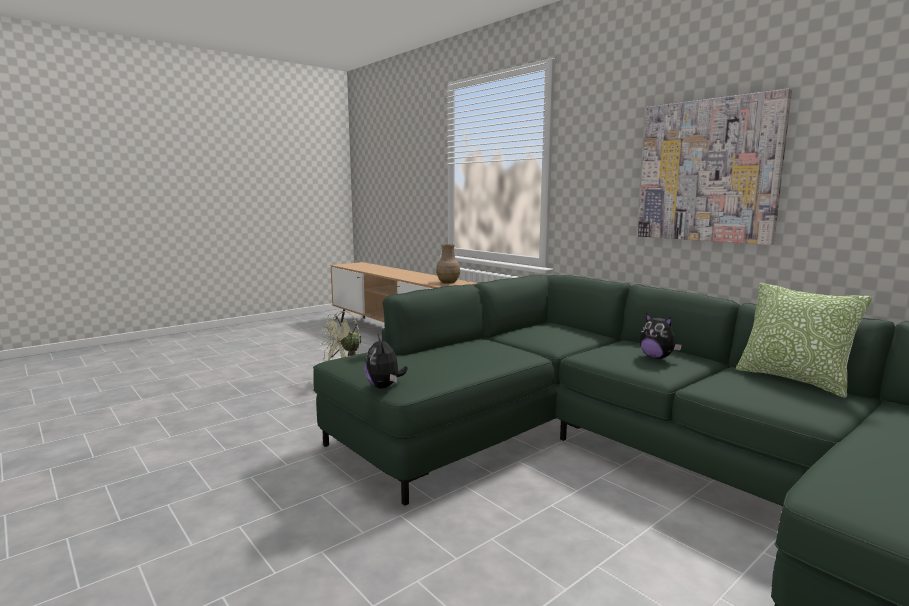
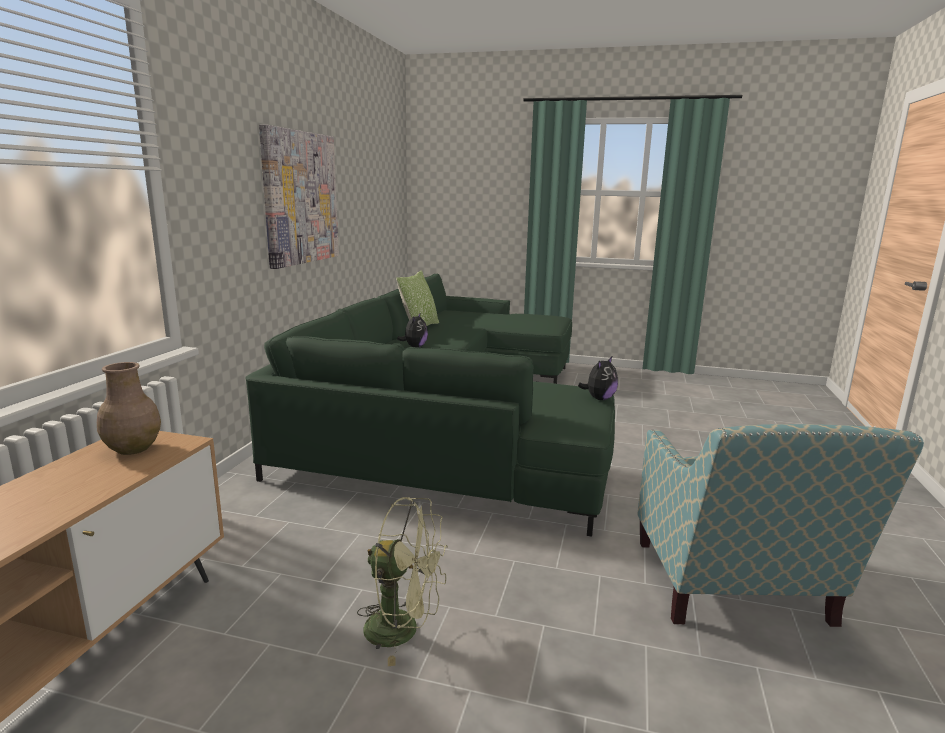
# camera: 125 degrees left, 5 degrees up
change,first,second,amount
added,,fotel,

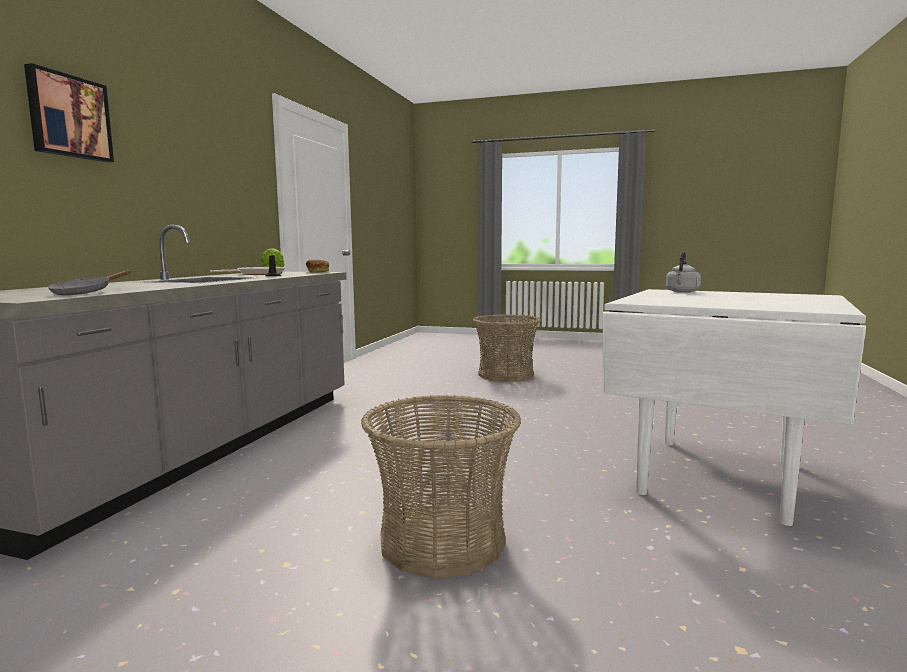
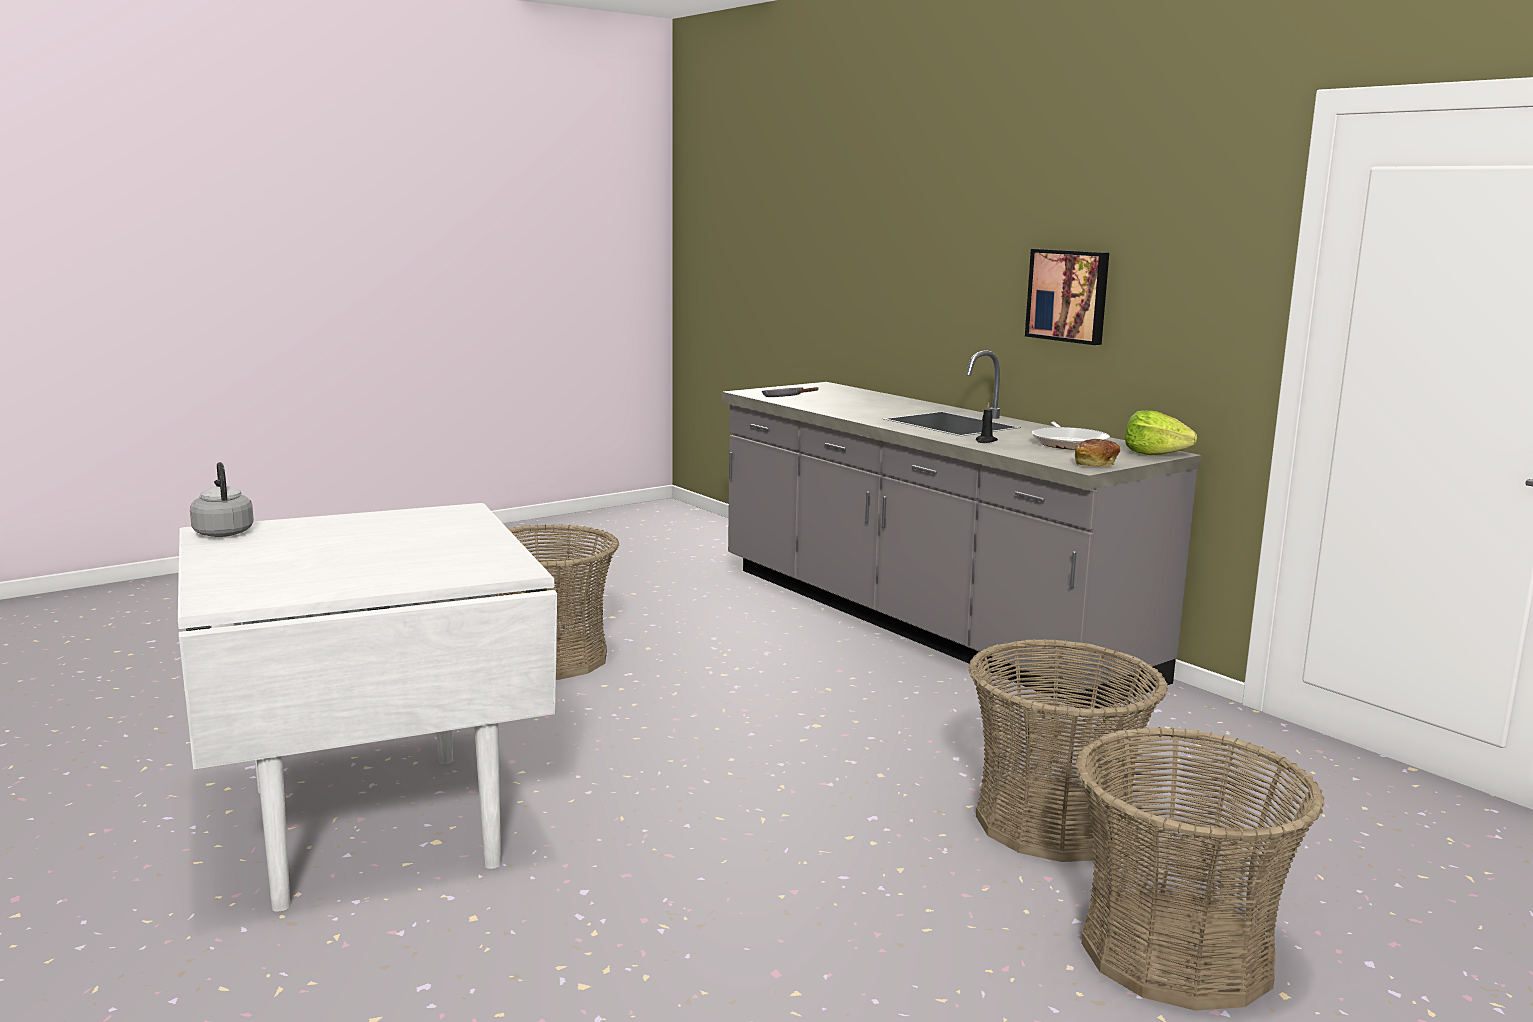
# camera: 125 degrees right, 5 degrees up
change,first,second,amount
moved,obraz,,
moved,czajnik (szary),,
added,,koszyk (2nd from left),

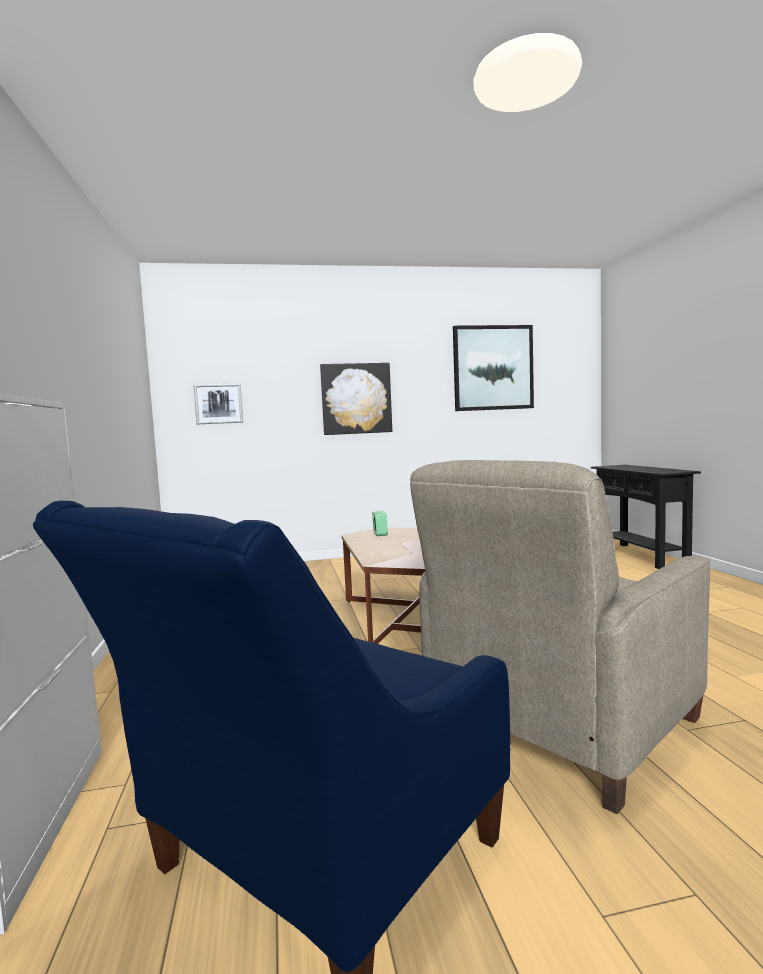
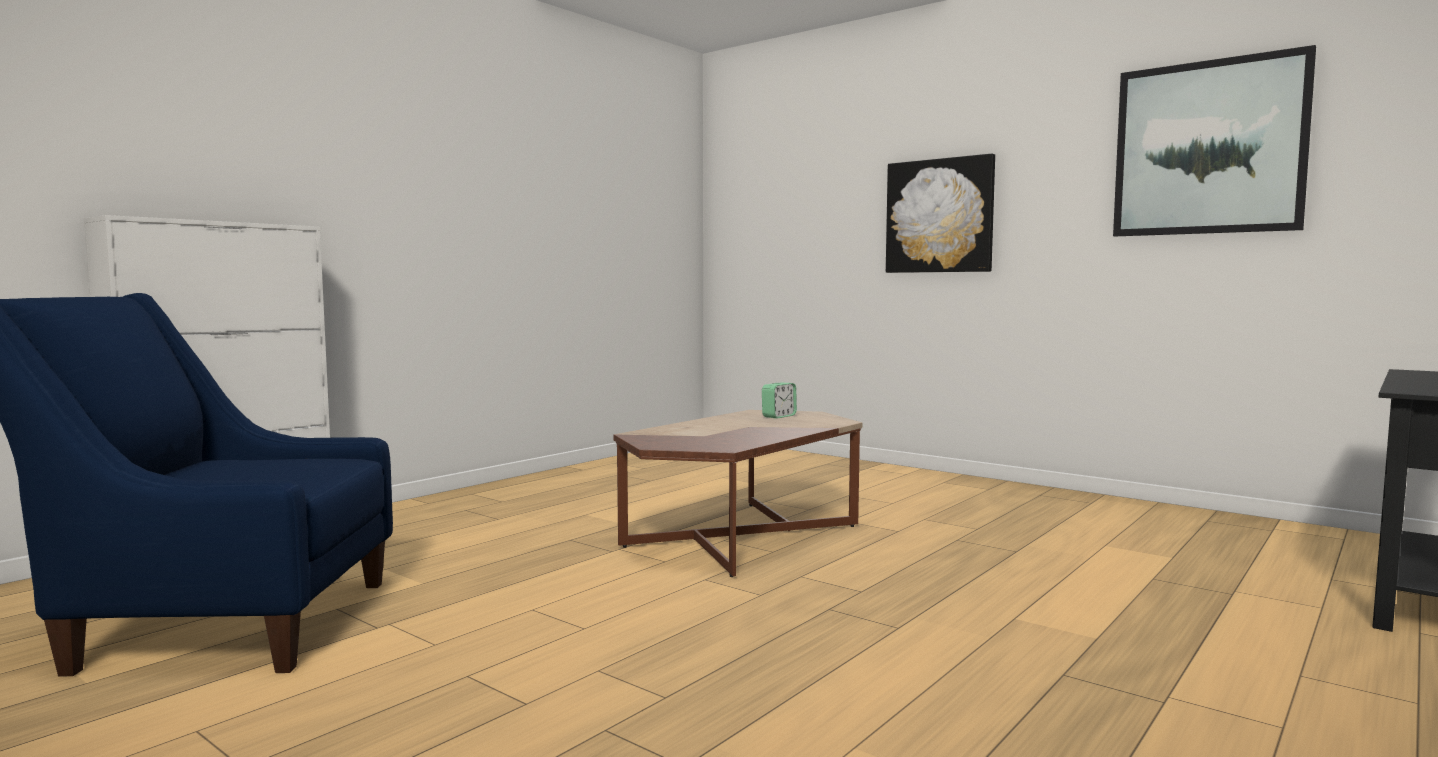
# camera: 50 degrees right, 0 degrees up
change,first,second,amount
removed,obraz (1st from left),,
removed,fotel (beżowy),,

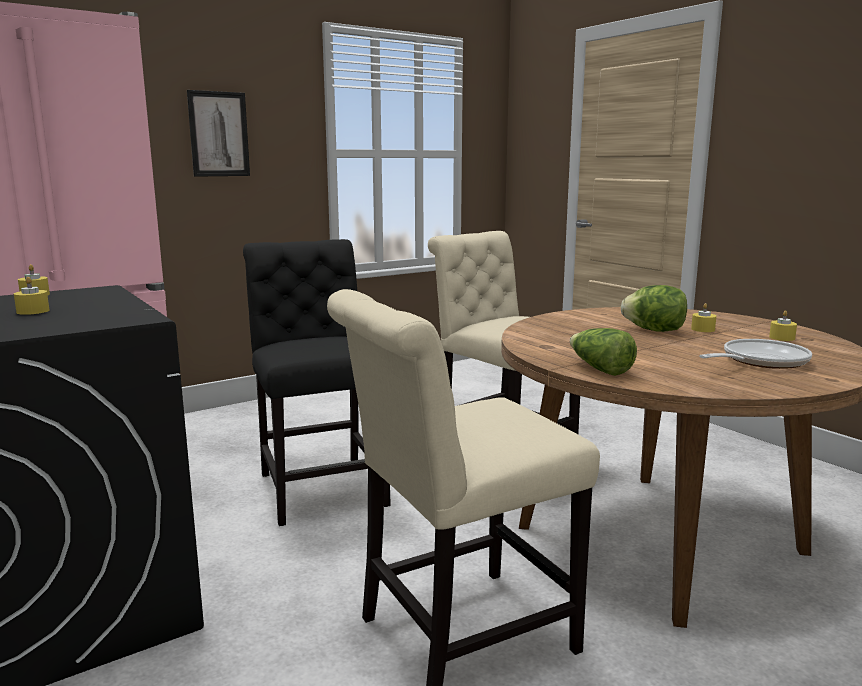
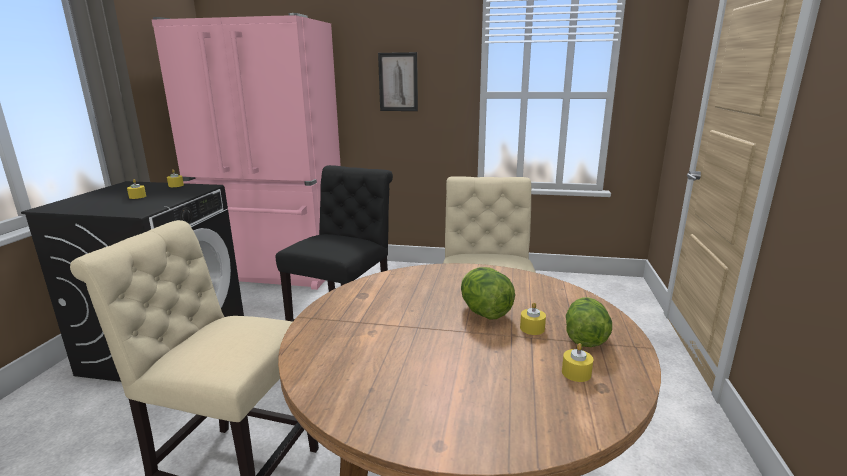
# camera: 45 degrees right, 5 degrees up
change,first,second,amount
moved,sałata (1st from left in the first image),sałata (2nd from left),
removed,patelnia,,

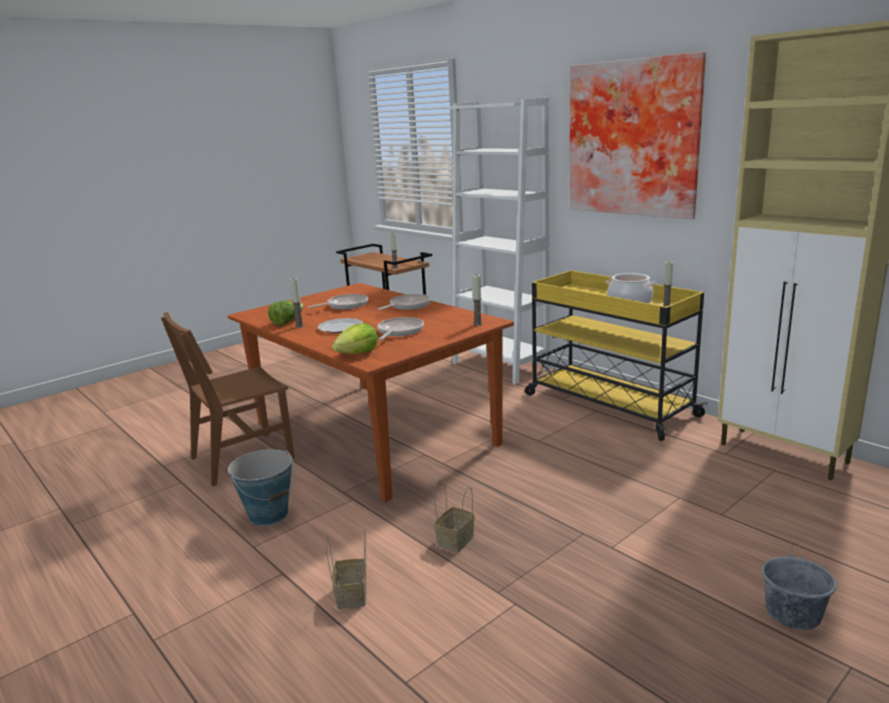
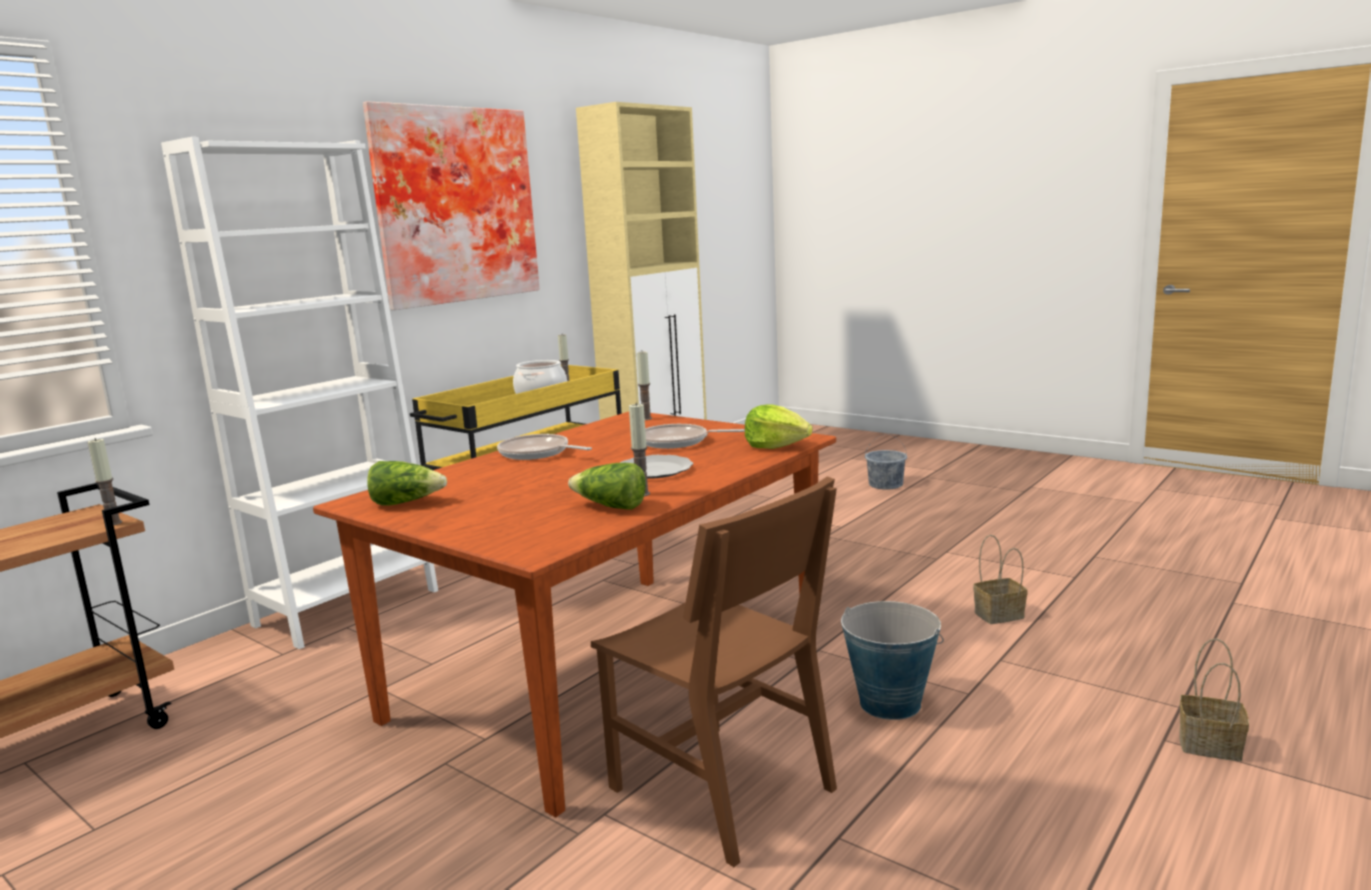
# camera: 100 degrees left, 5 degrees down
change,first,second,amount
removed,patelnia (1st from left),,
moved,koszyk (2nd from left),,
added,,sałata (1st from left),

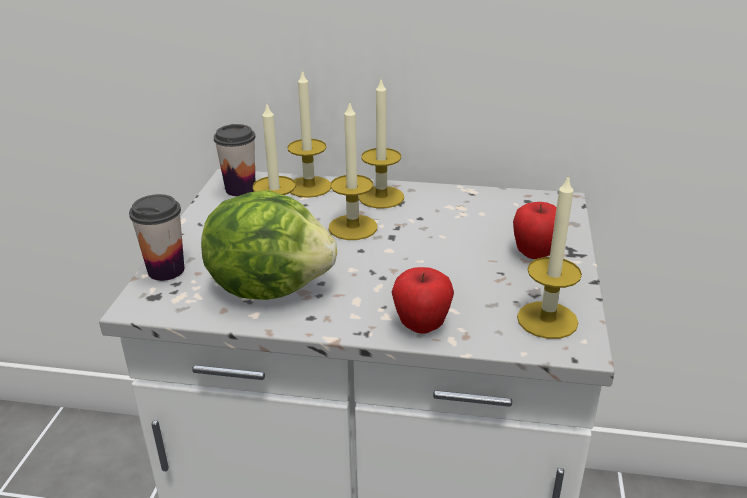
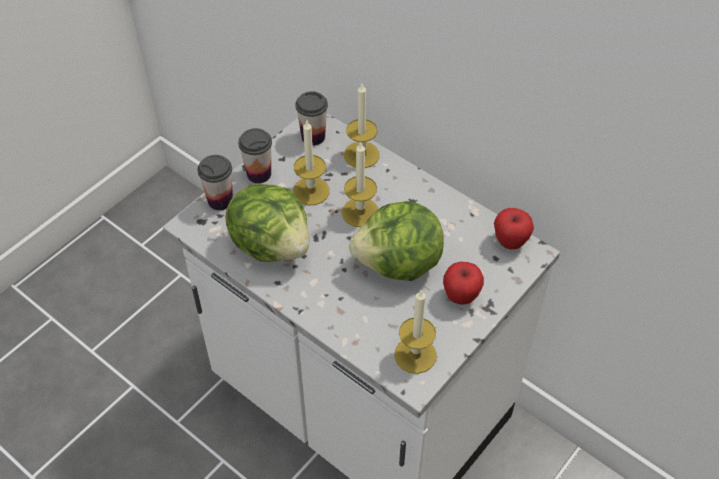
# camera: 30 degrees right, 20 degrees up
change,first,second,amount
removed,świeca (4th from left),,
moved,jabłko (1st from left in the first image),jabłko (2nd from left),
added,,filiżanka (2nd from left),
added,,sałata (2nd from left),

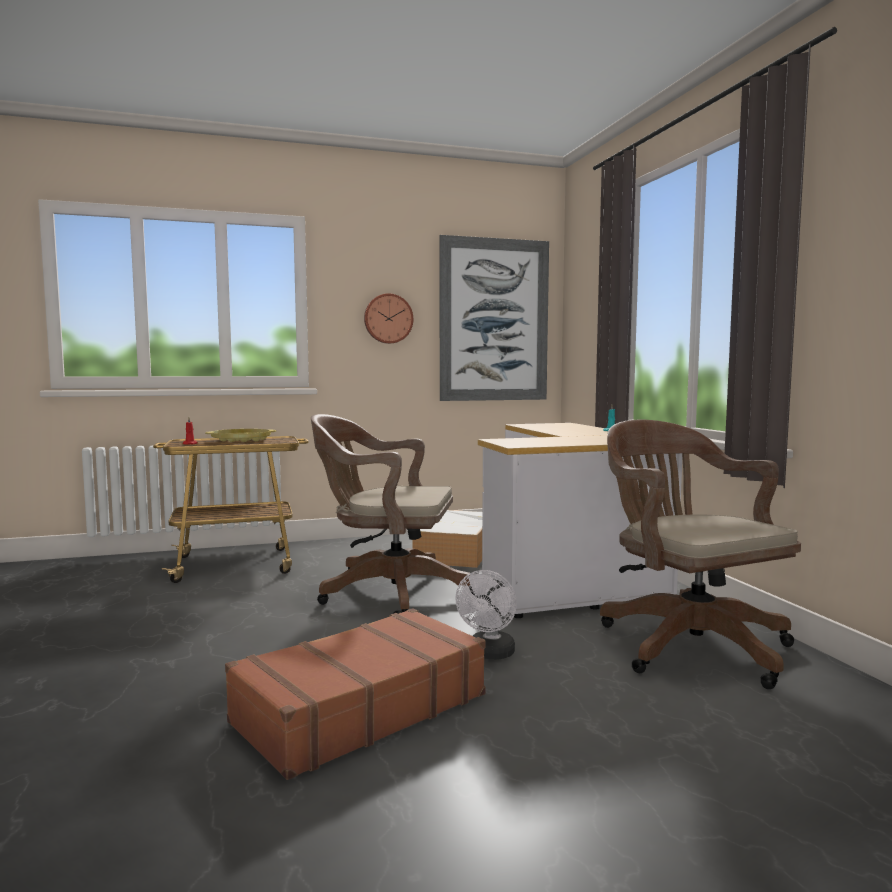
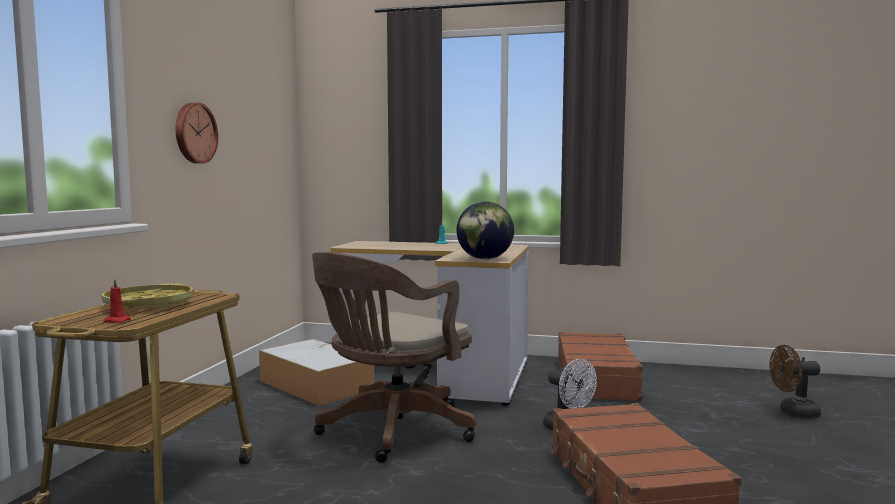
# camera: 60 degrees left, 0 degrees up
change,first,second,amount
removed,obraz,,
replaced,krzesło biurowe (brązowy) (2nd from left),walizka (brązowy) (1st from left),
added,,globus,
added,,wentylator (brązowy),

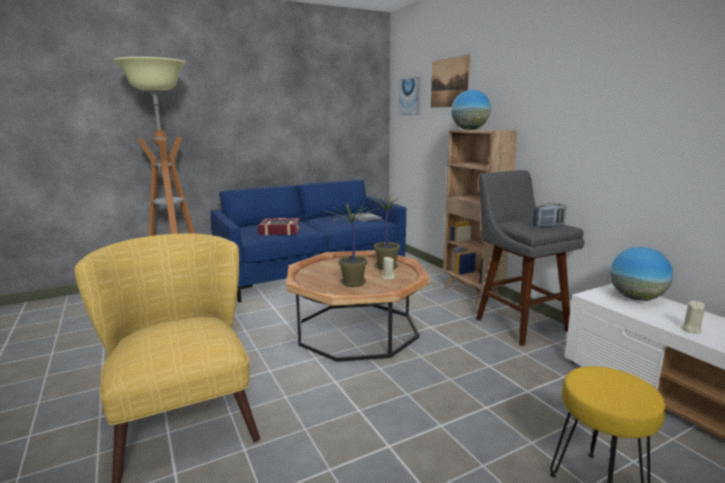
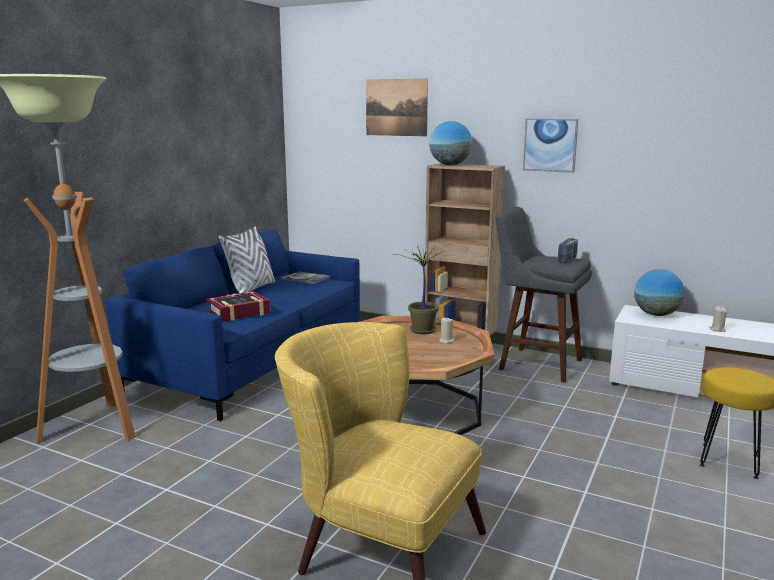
# camera: 35 degrees left, 0 degrees up
change,first,second,amount
moved,obraz (1st from left in the first image),obraz (2nd from left),
removed,roślina doniczkowa (1st from left),,
added,,poduszka (biały),

